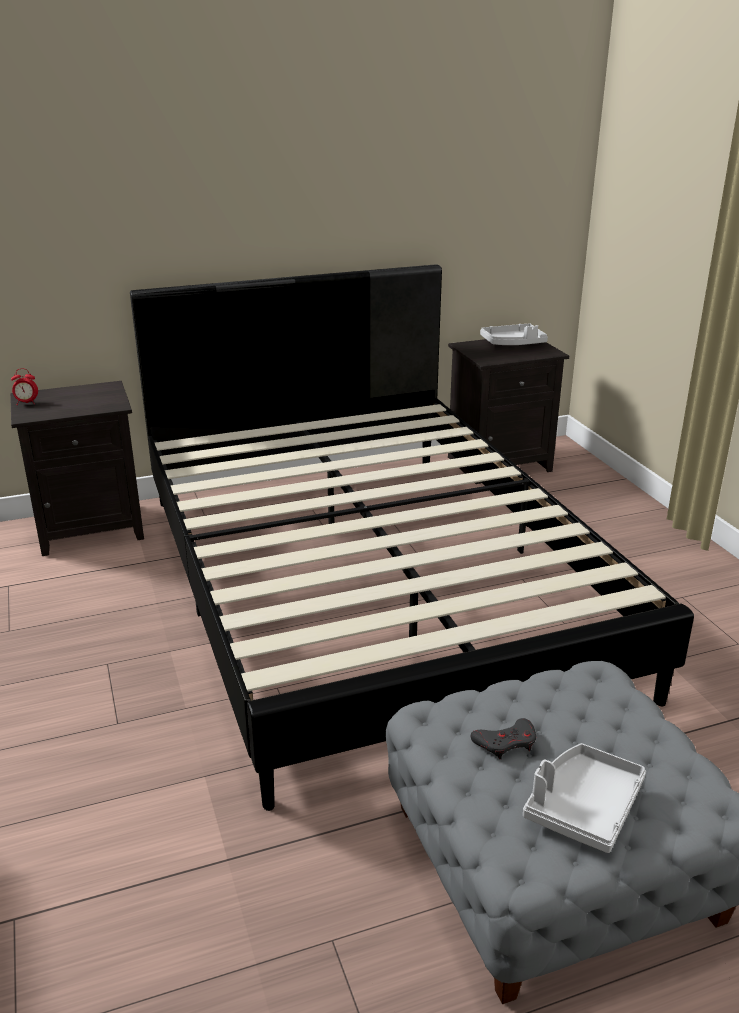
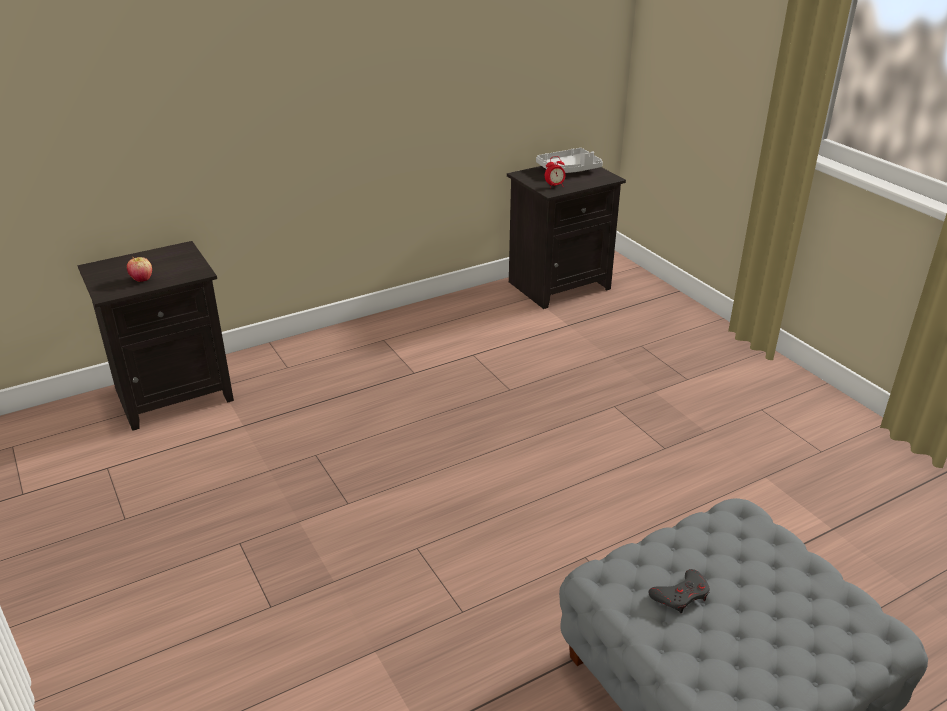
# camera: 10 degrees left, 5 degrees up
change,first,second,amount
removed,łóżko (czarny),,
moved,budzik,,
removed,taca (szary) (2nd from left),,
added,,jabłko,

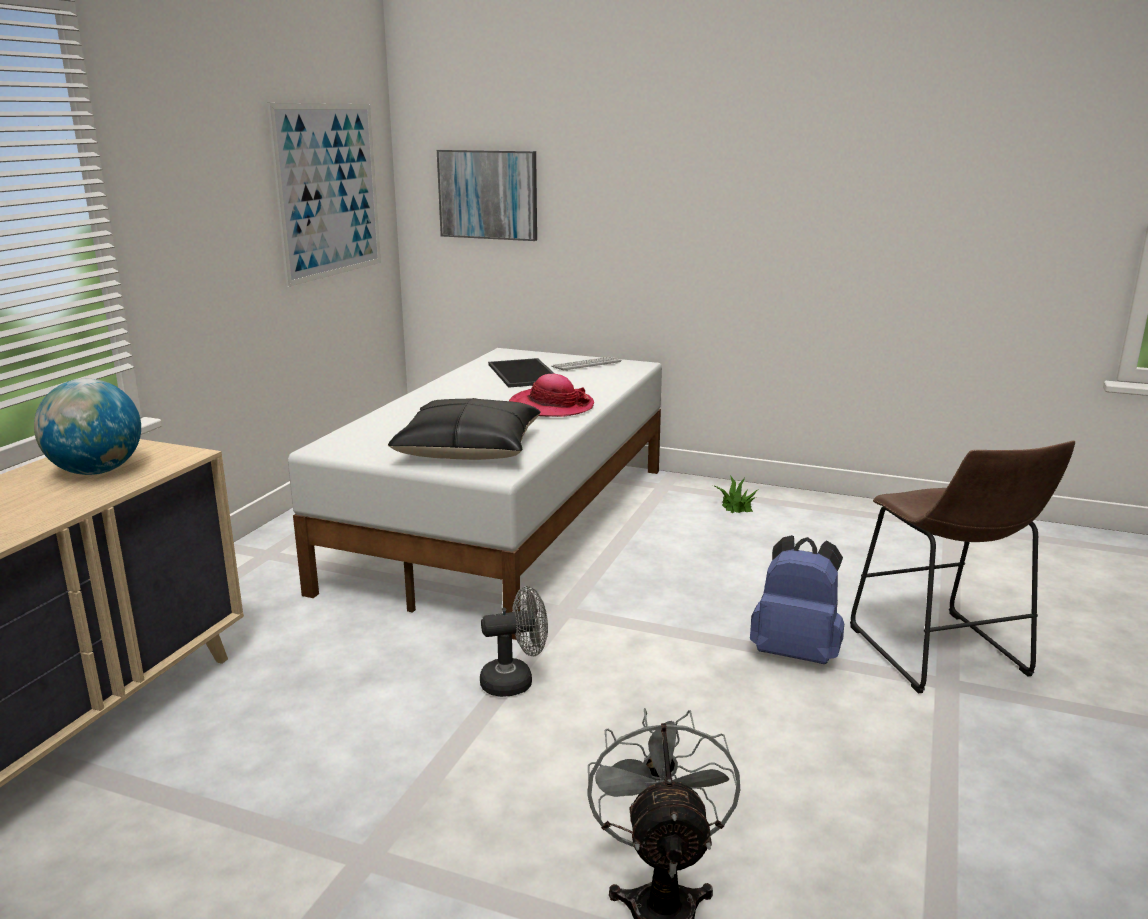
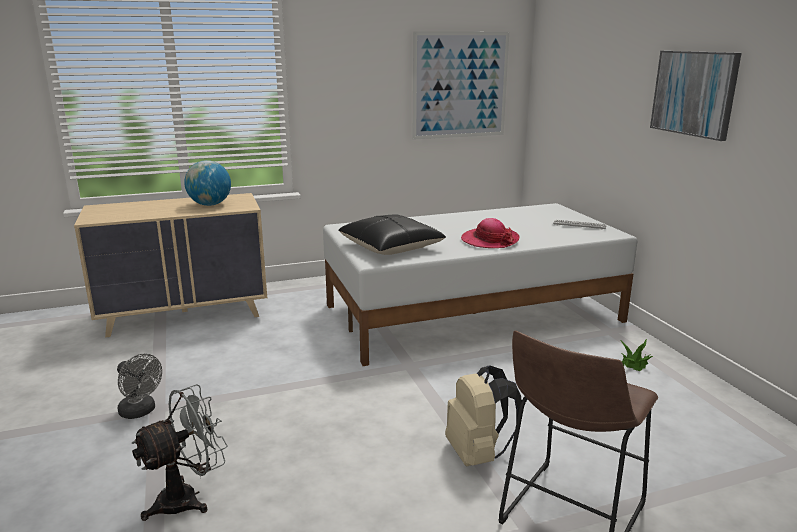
# camera: 50 degrees right, 0 degrees up
change,first,second,amount
moved,obraz (2nd from left),,
removed,taca,,
recoloured,plecak (niebieski),plecak (beżowy),
moved,wentylator (szary) (1st from left),,

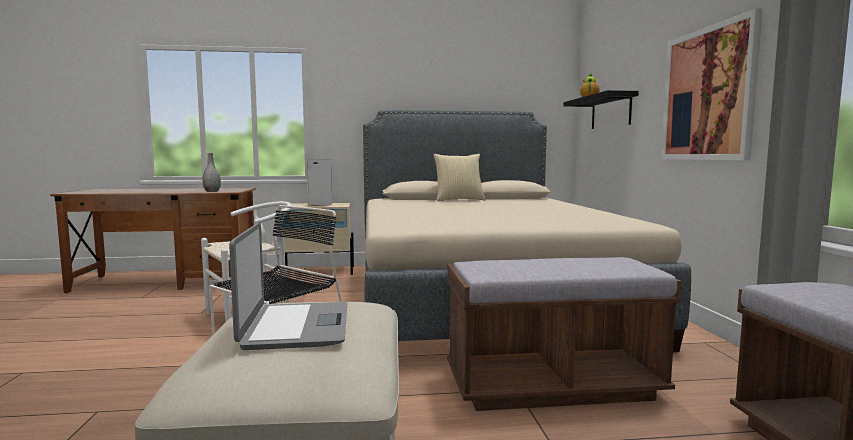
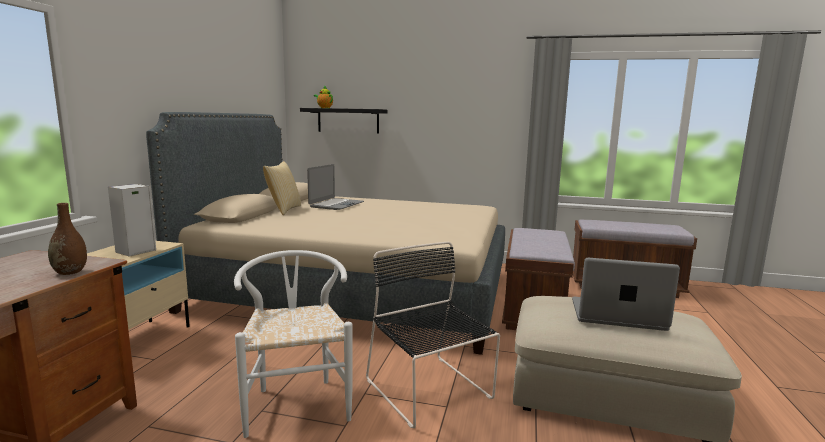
# camera: 70 degrees left, 5 degrees up
change,first,second,amount
removed,obraz,,
recoloured,wazon (szary),wazon (brązowy),
added,,laptop (1st from left),

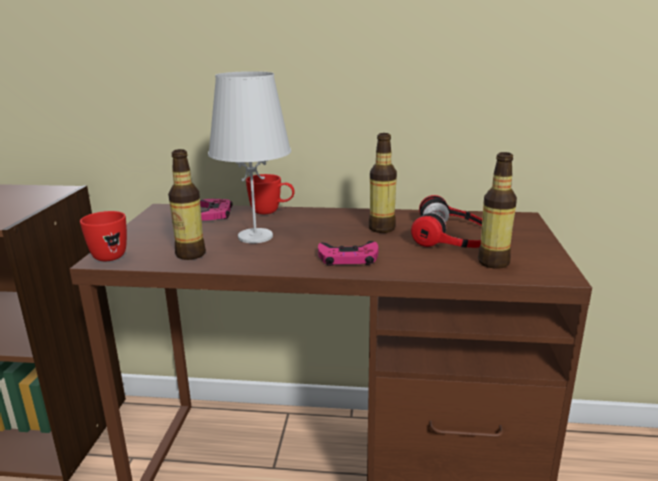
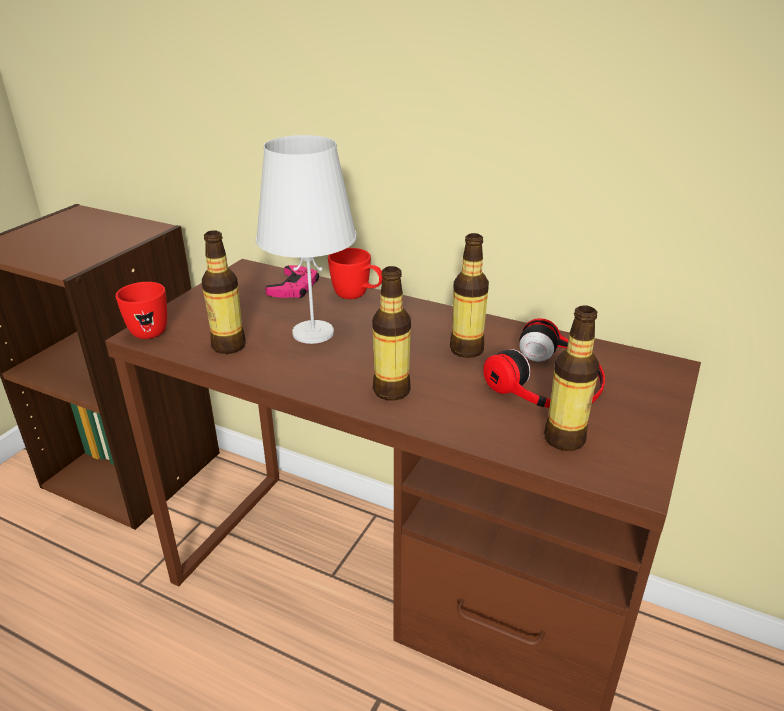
# camera: 20 degrees right, 10 degrees up
change,first,second,amount
replaced,pad do gier (różowy) (2nd from left),butelka (2nd from left),

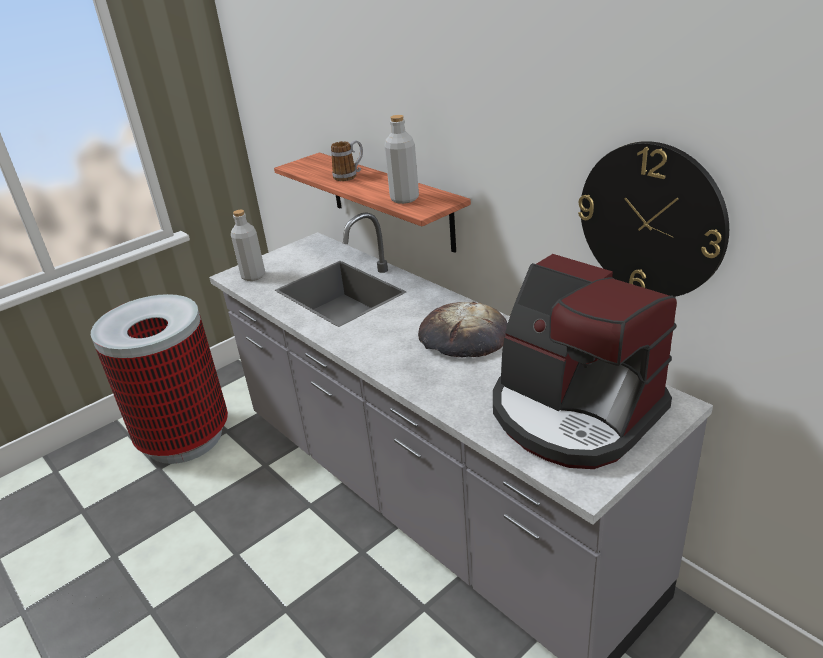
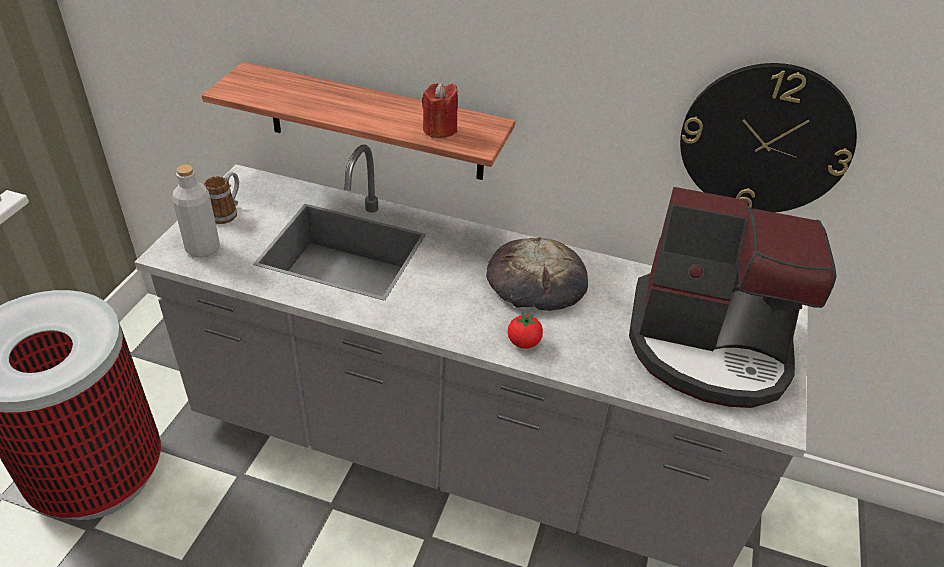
# camera: 35 degrees left, 10 degrees up
change,first,second,amount
replaced,butelka (szary) (2nd from left),świeca (czerwony),
moved,kubek,,
added,,pomidor,

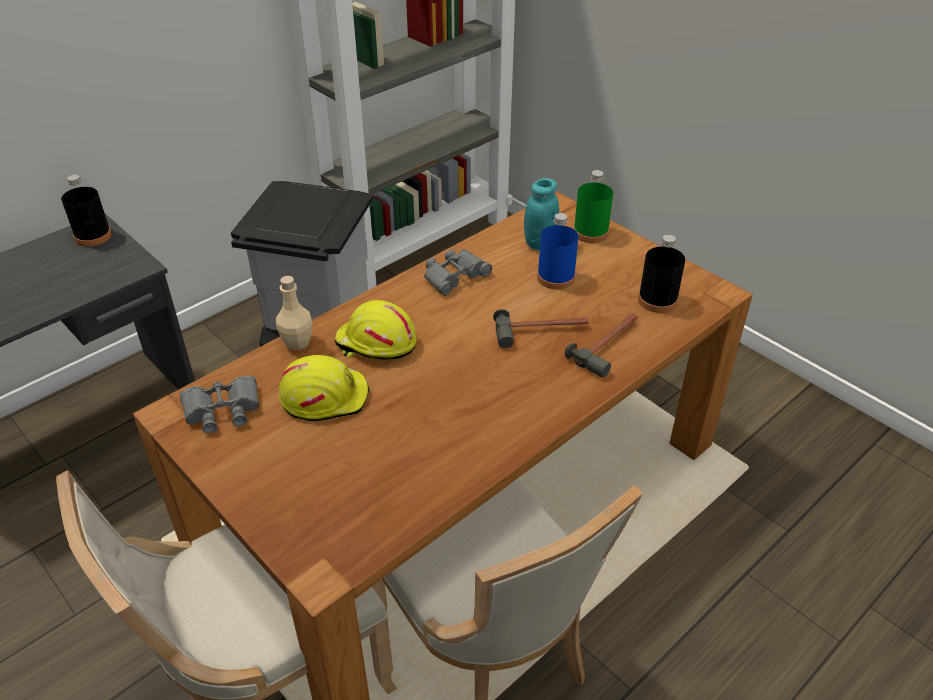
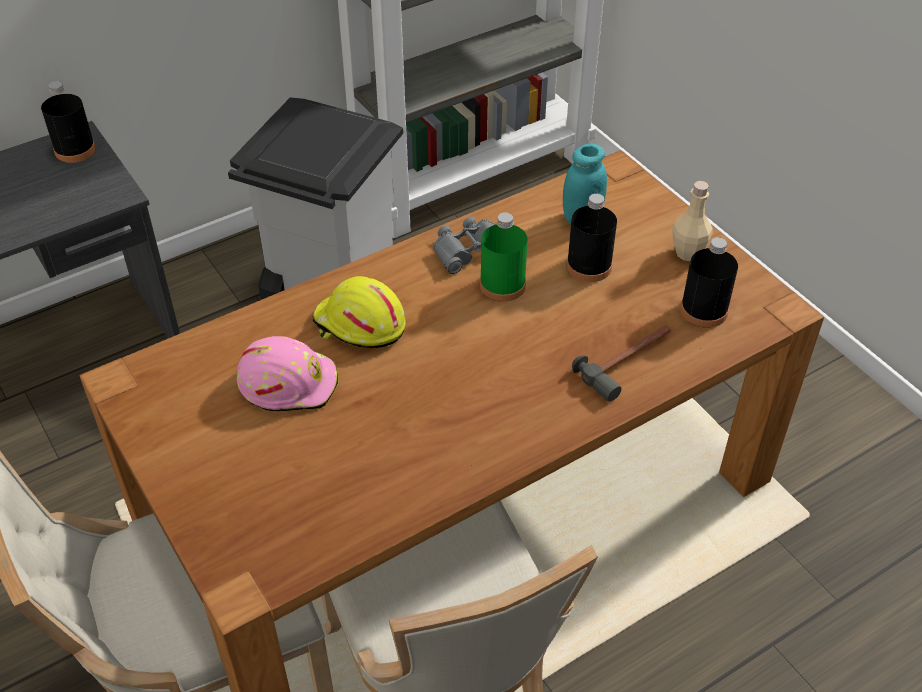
# camera: 10 degrees right, 5 degrees up
change,first,second,amount
moved,butelka (zielony),,
recoloured,butelka (niebieski),butelka (czarny) (2nd from left),
moved,butelka (beżowy),,
removed,młotek (1st from left),,
recoloured,kask (żółty) (1st from left),kask (różowy),
removed,lornetka (szary) (1st from left),,

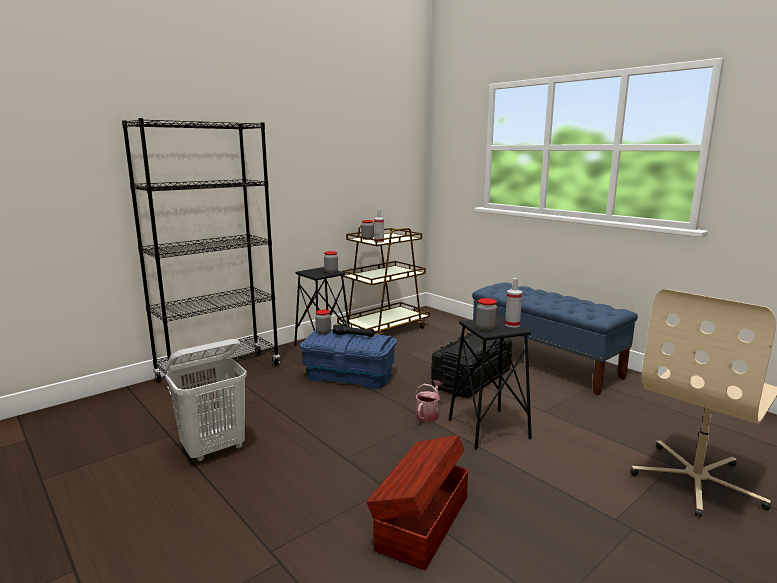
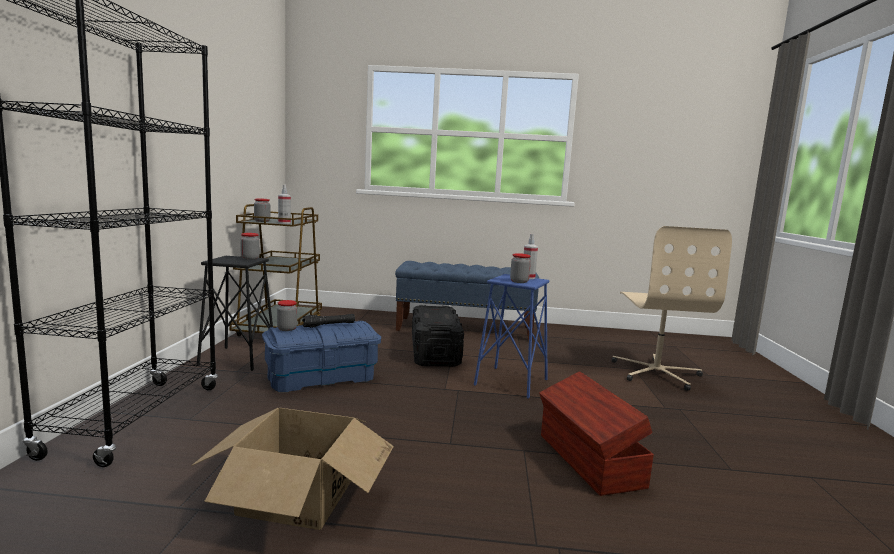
# camera: 45 degrees left, 5 degrees down
change,first,second,amount
recoloured,stołek (czarny) (2nd from left),stołek (niebieski),
replaced,kosz na pranie (biały),karton,
removed,konewka,,

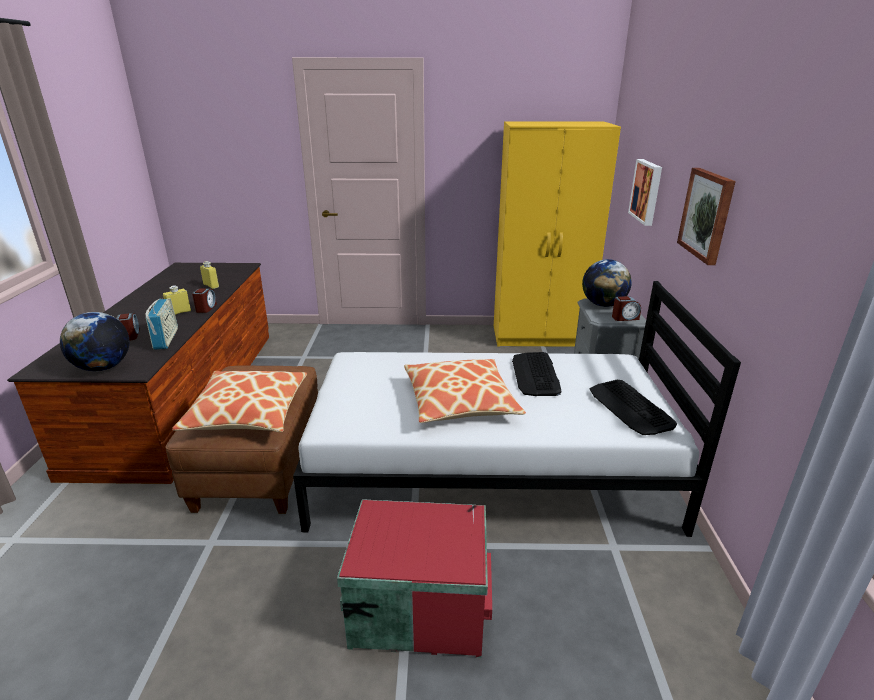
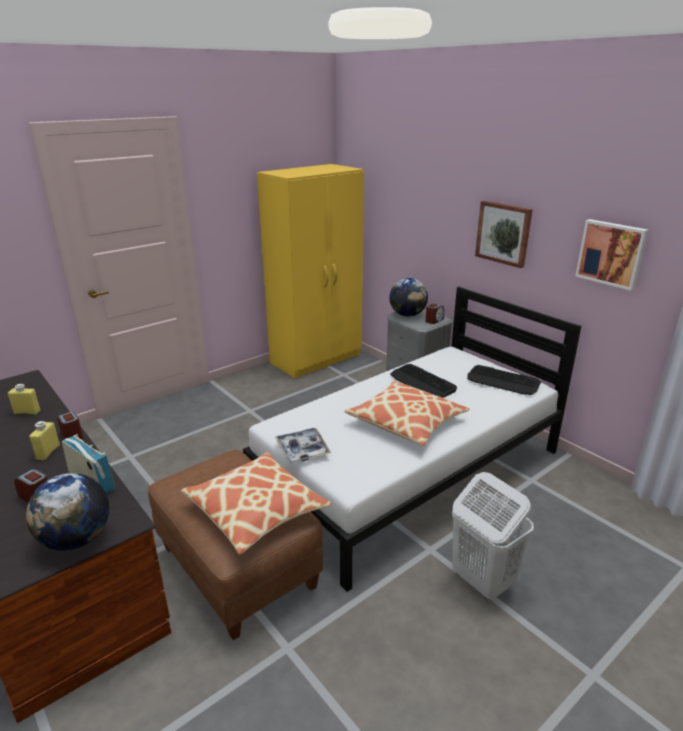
# camera: 40 degrees left, 0 degrees up
change,first,second,amount
moved,obraz (1st from left in the first image),obraz (2nd from left),
replaced,pojemnik do przechowywania (czerwony),kosz na pranie (biały),
added,,taca,

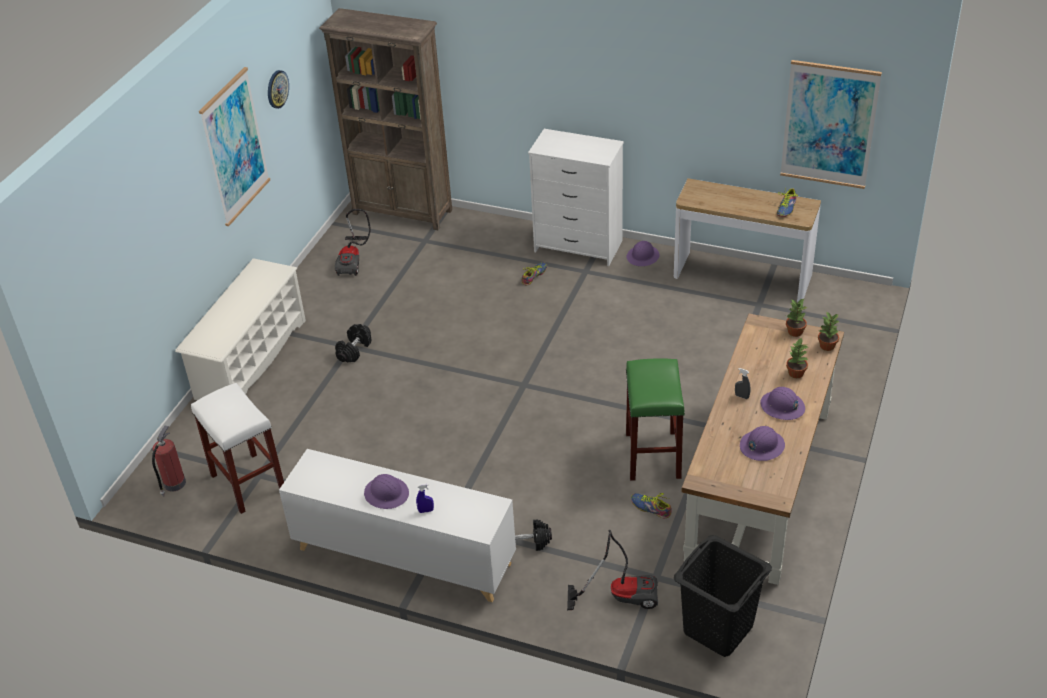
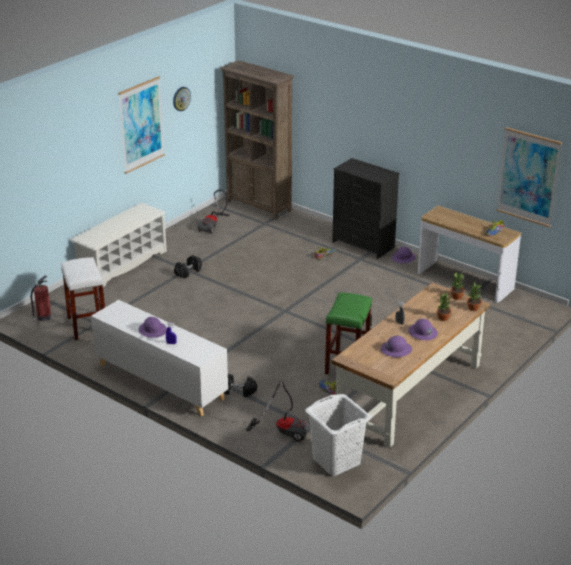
# camera: 15 degrees right, 10 degrees down
change,first,second,amount
recoloured,komoda (biały),komoda (czarny),
recoloured,kosz na pranie (czarny),kosz na pranie (biały),

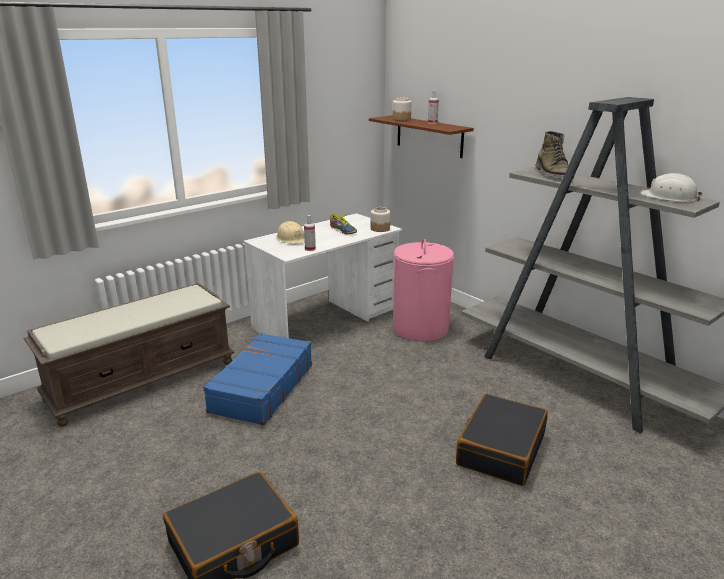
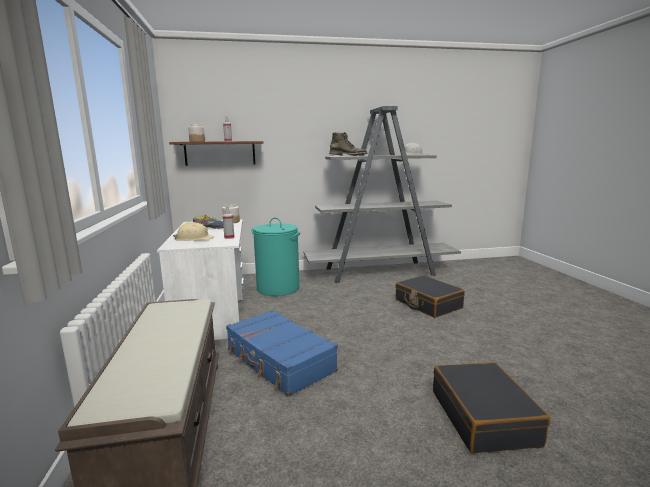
# camera: 60 degrees left, 10 degrees down
change,first,second,amount
recoloured,kosz na pranie (różowy),kosz na pranie (turkusowy),

